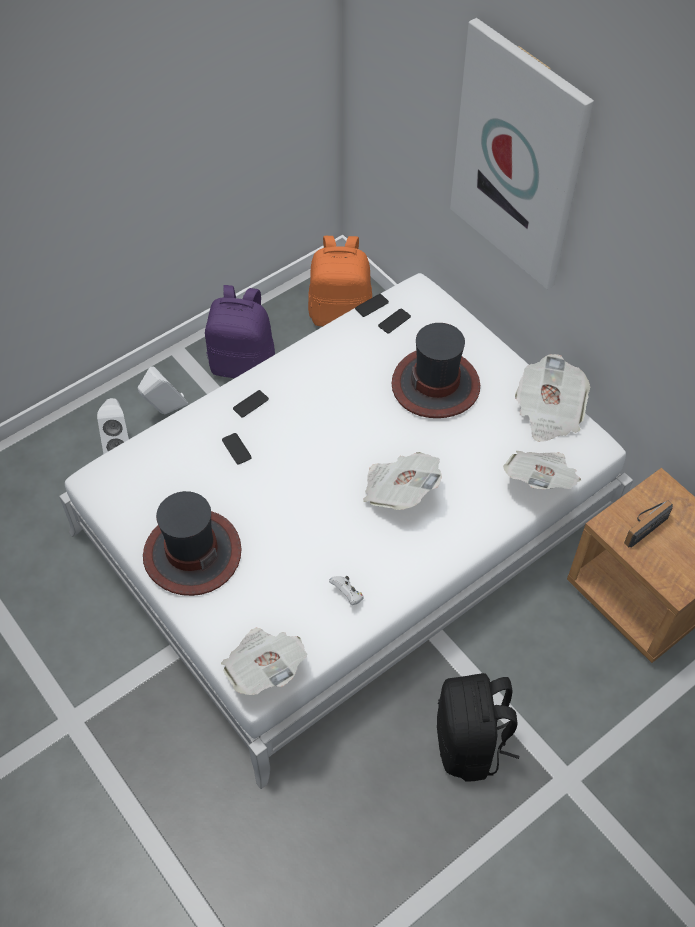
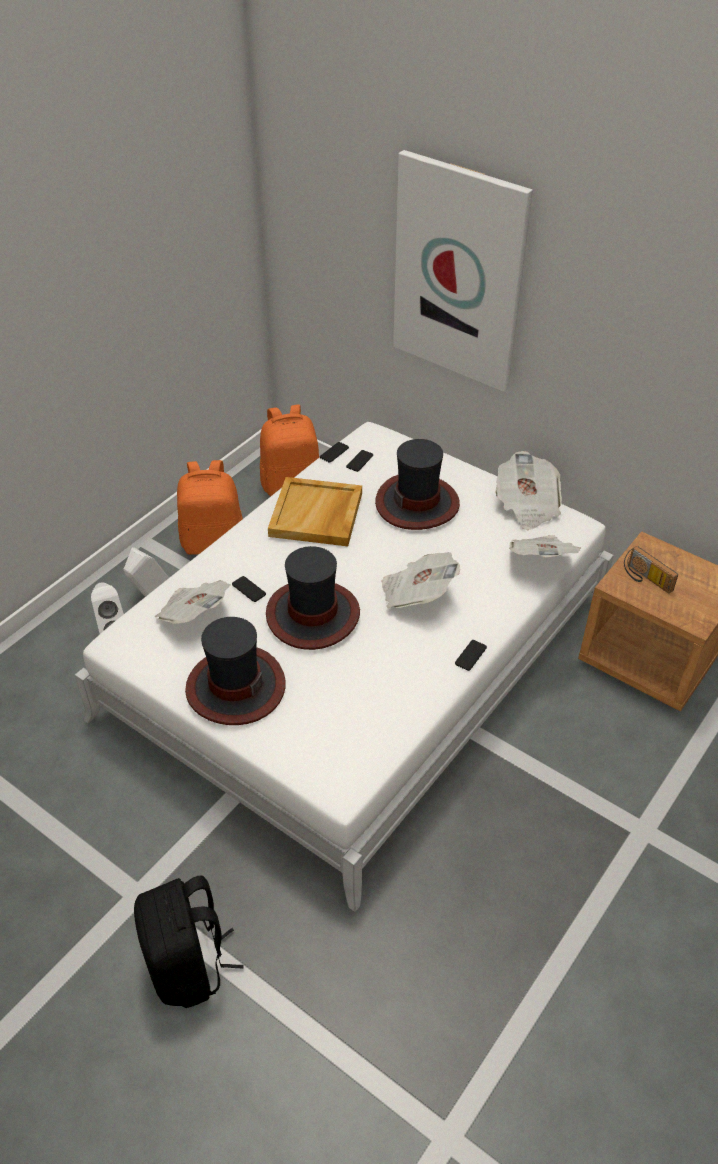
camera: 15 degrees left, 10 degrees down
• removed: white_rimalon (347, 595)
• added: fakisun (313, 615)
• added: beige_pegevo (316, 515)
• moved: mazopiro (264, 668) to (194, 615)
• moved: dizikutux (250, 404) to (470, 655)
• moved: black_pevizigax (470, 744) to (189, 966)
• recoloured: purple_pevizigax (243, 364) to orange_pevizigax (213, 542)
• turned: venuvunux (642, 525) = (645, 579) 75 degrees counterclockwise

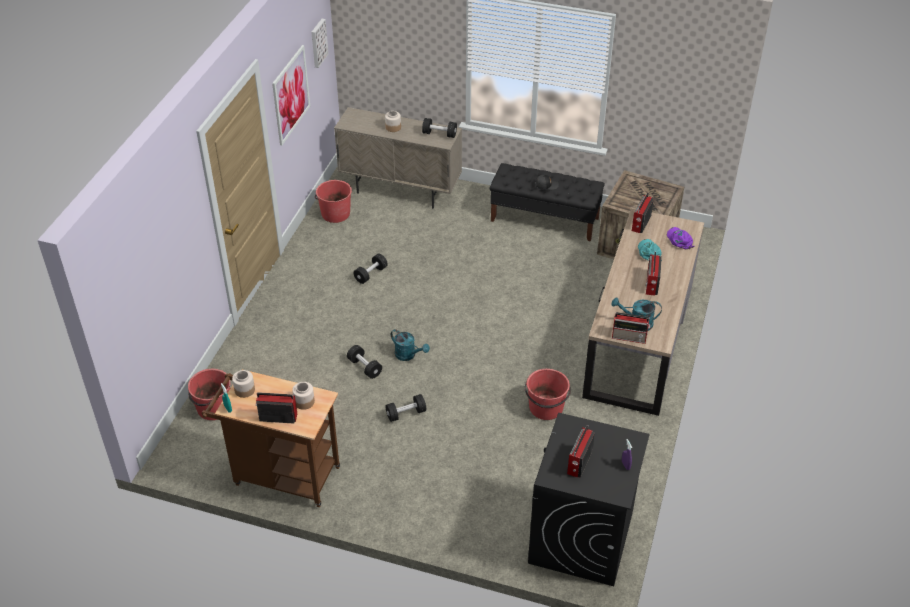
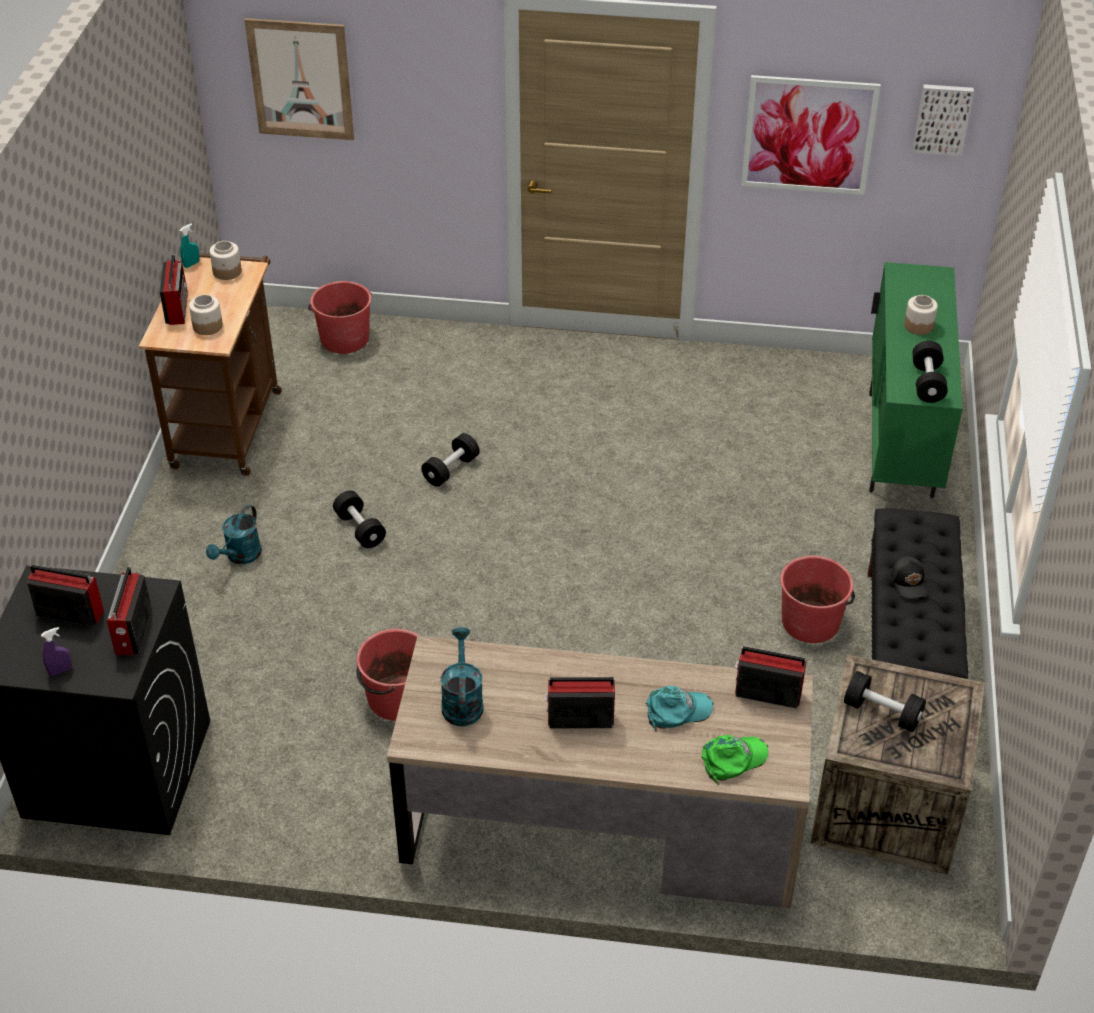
camera: 80 degrees right, 0 degrees up
• added: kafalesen (301, 79)
• moved: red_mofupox (335, 213) to (811, 622)
• moved: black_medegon (371, 274) to (882, 712)
• moved: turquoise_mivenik (408, 355) to (240, 556)
• moved: venuvunux (630, 337) to (132, 632)
• recoloured: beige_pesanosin (400, 191) to green_pesanosin (900, 445)
• recoloured: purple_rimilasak (679, 240) to green_rimilasak (733, 759)

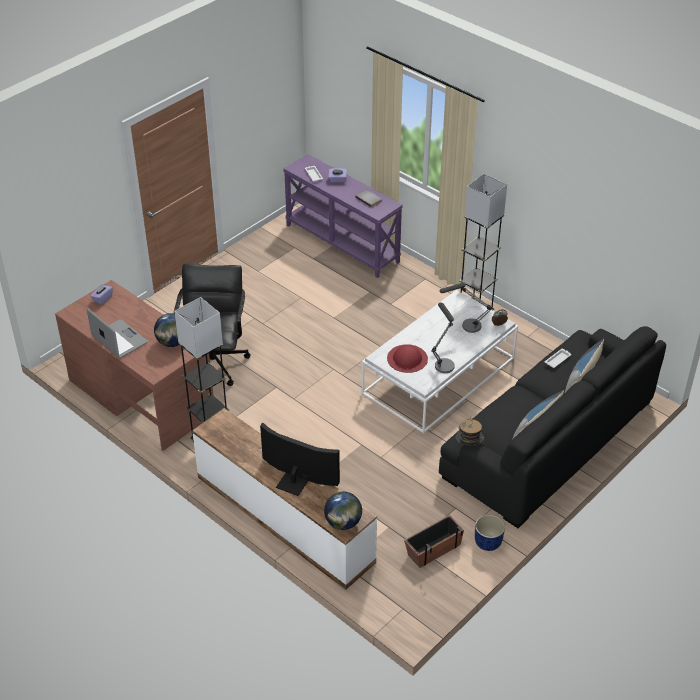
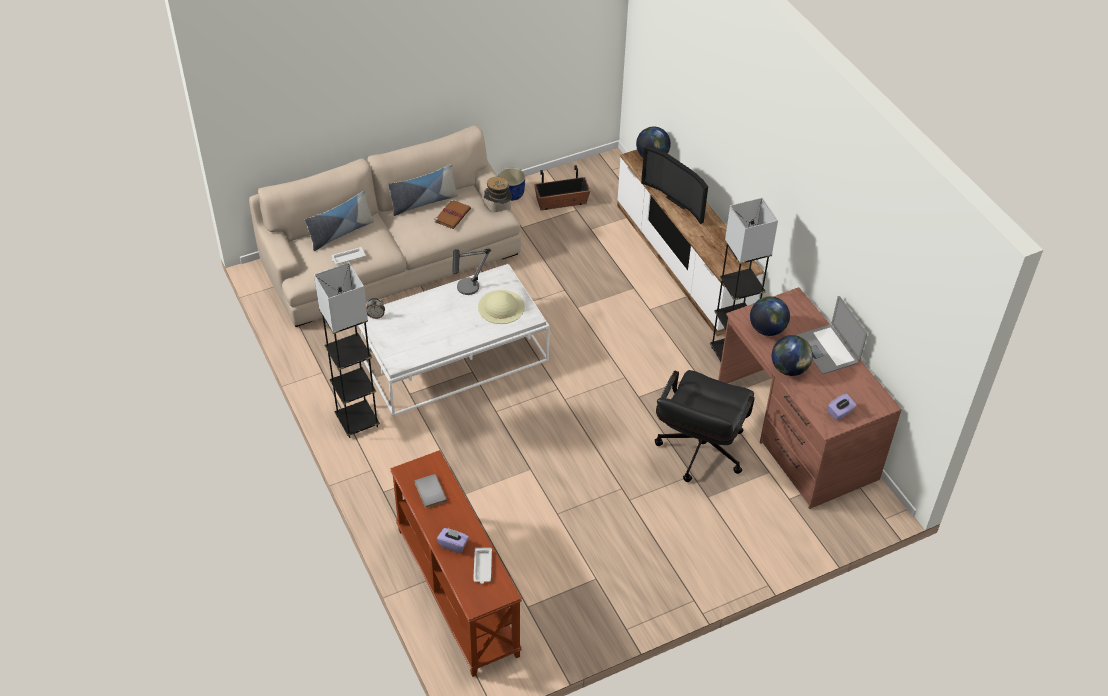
camera: 160 degrees left, 5 degrees up
• removed: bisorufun (465, 327)
• added: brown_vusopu (453, 215)
• added: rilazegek (789, 369)
• recoloured: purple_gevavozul (343, 243) to brown_gevavozul (455, 591)
• recoloured: red_fakisun (407, 358) to beige_fakisun (501, 307)
• recoloured: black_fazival (548, 439) to beige_fazival (392, 259)

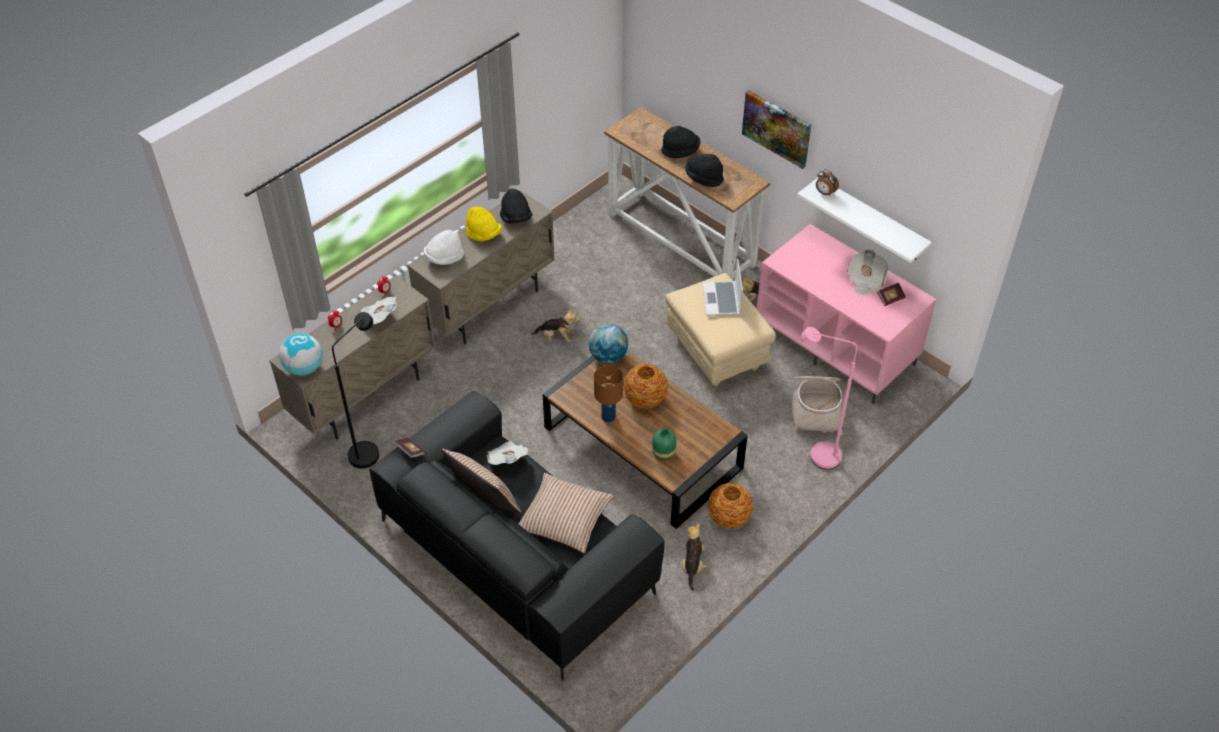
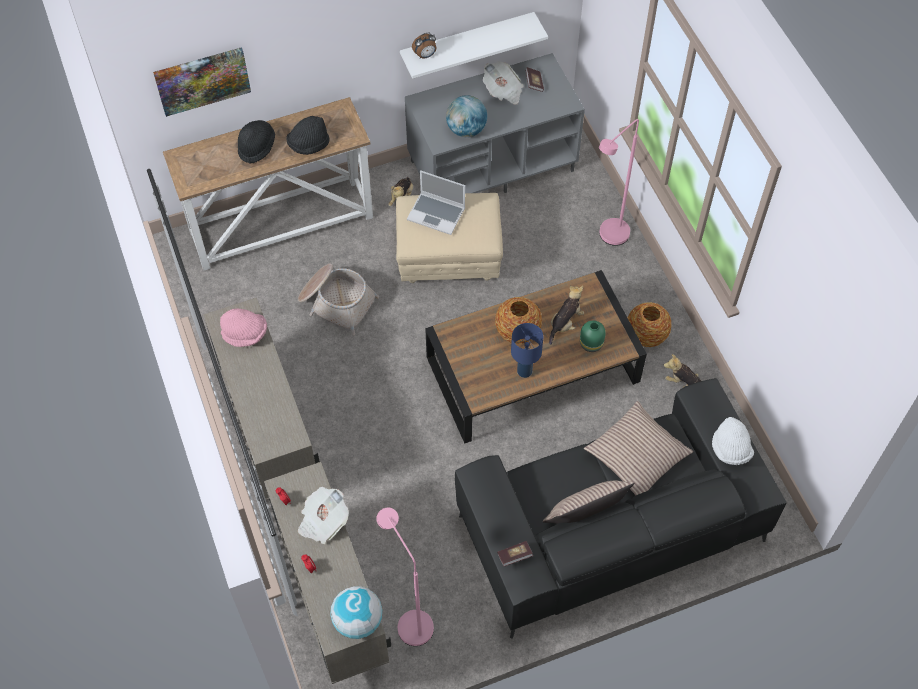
camera: 65 degrees left, 10 degrees up
• removed: yellow_fakisun (483, 234)
• removed: mazopiro (507, 460)
• moved: white_fakisun (444, 258) to (730, 449)
• moved: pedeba (556, 337) to (565, 323)
• moved: rilazegek (608, 356) to (466, 129)
• moved: kafalesen (777, 128) to (202, 80)
• moved: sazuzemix (816, 408) to (336, 302)
• recoloured: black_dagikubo (369, 450) to pink_dagikubo (410, 620)
• recoloured: black_fakisun (516, 218) to pink_fakisun (245, 334)
• recoloured: brown_bisorufun (608, 417) to blue_bisorufun (525, 371)
• recoloured: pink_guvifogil (837, 346) to grey_guvifogil (492, 165)

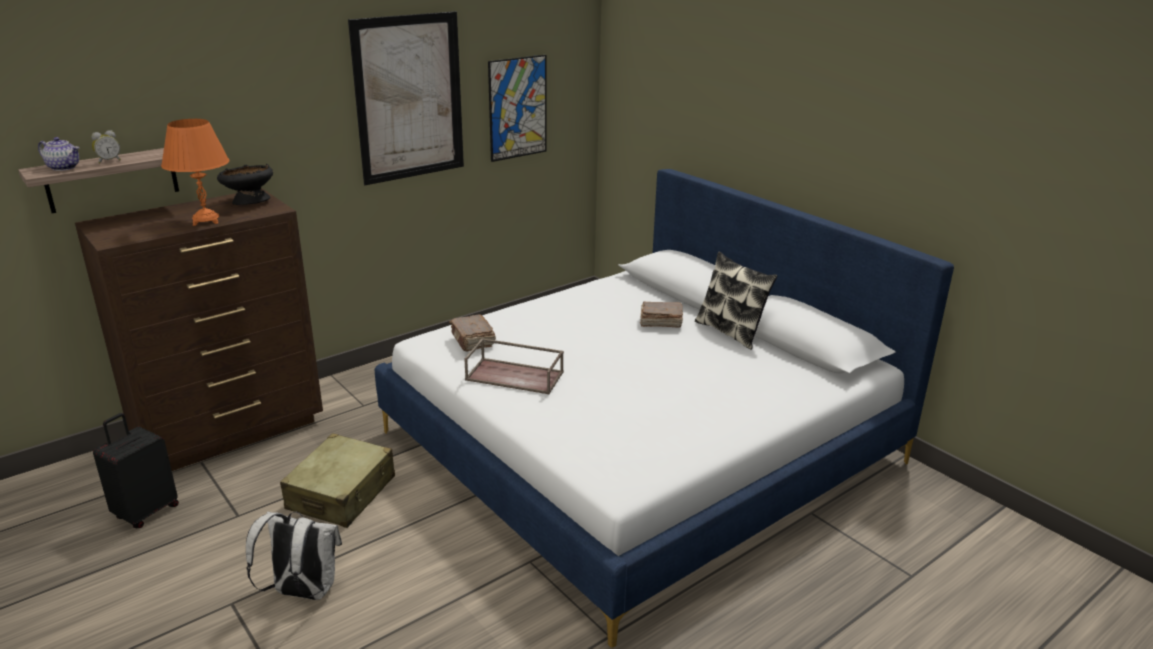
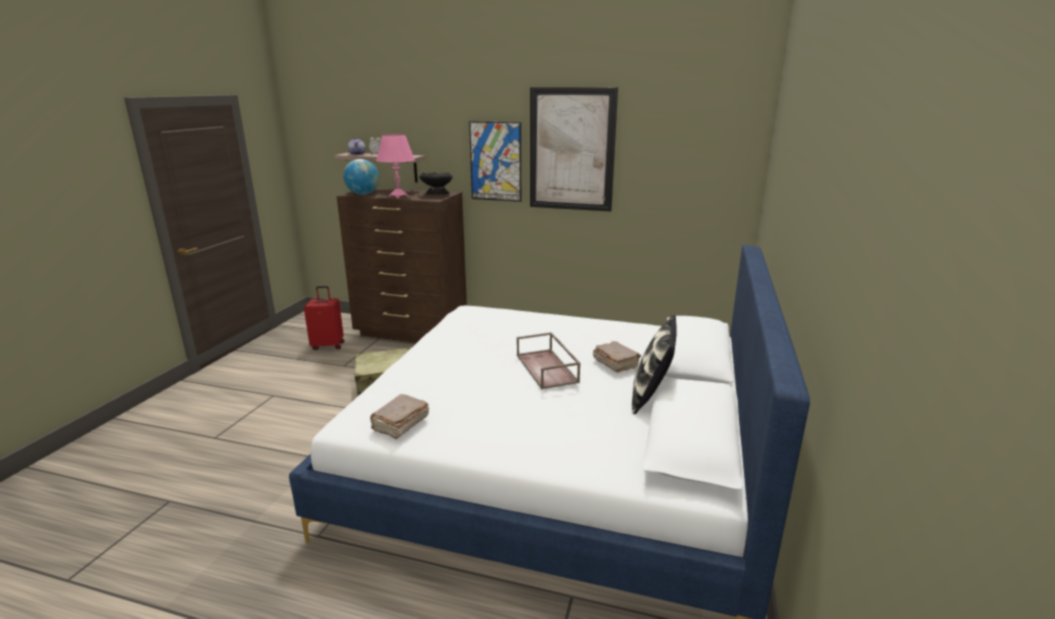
camera: 55 degrees right, 5 degrees down
• removed: white_pevizigax (302, 592)
• added: rilazegek (363, 194)
• moved: brown_vusopu (472, 340) to (400, 424)
• moved: brown_pegevo (516, 376) to (547, 368)
• moved: kafalesen (518, 108) to (495, 161)
• recoloured: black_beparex (146, 512) to red_beparex (328, 345)
• recoloured: orange_bisorufun (206, 221) to pink_bisorufun (398, 196)

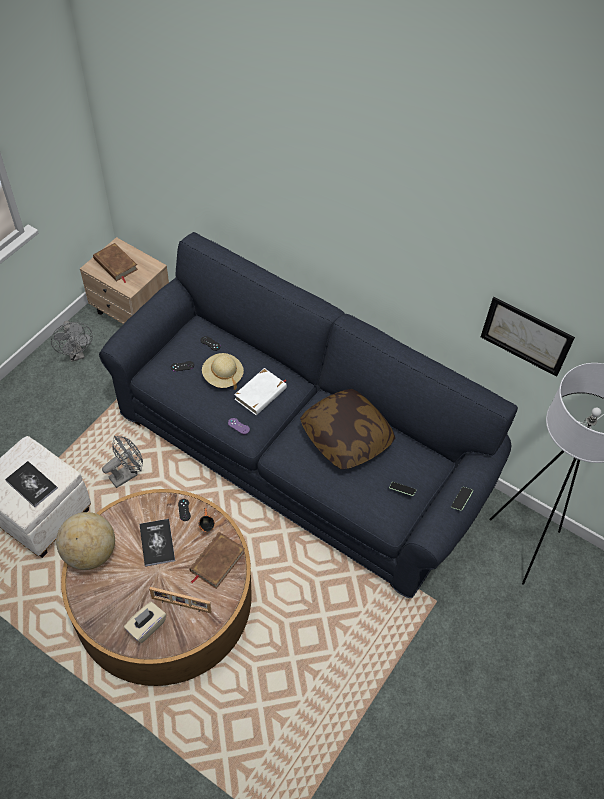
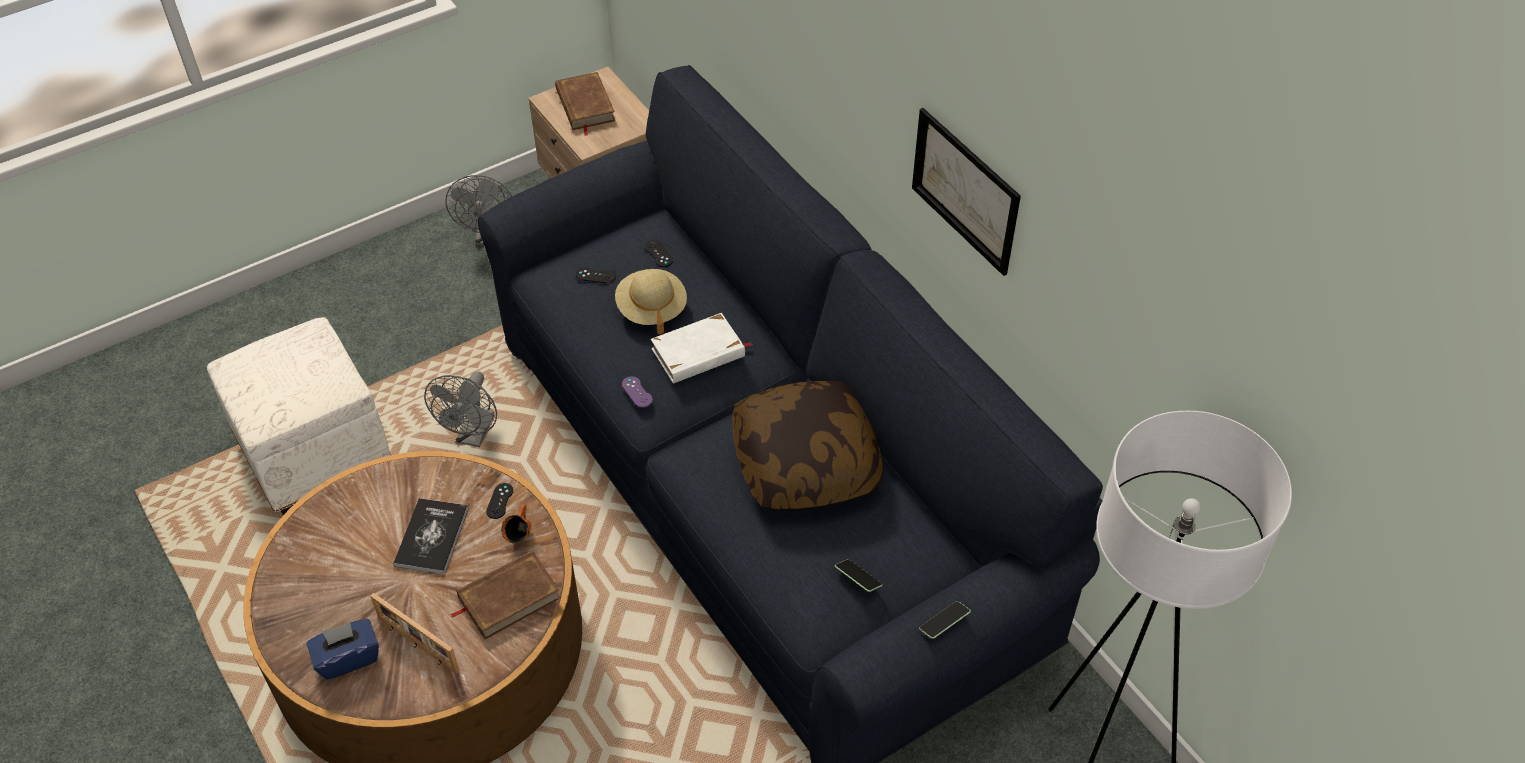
camera: 25 degrees right, 5 degrees down
• removed: vusopu (31, 484)
• removed: rilazegek (90, 553)
• moved: kafalesen (526, 336) to (965, 190)
• recoloured: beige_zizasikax (146, 626) to blue_zizasikax (348, 658)
• turned: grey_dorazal (127, 474) = (473, 436) 120 degrees clockwise

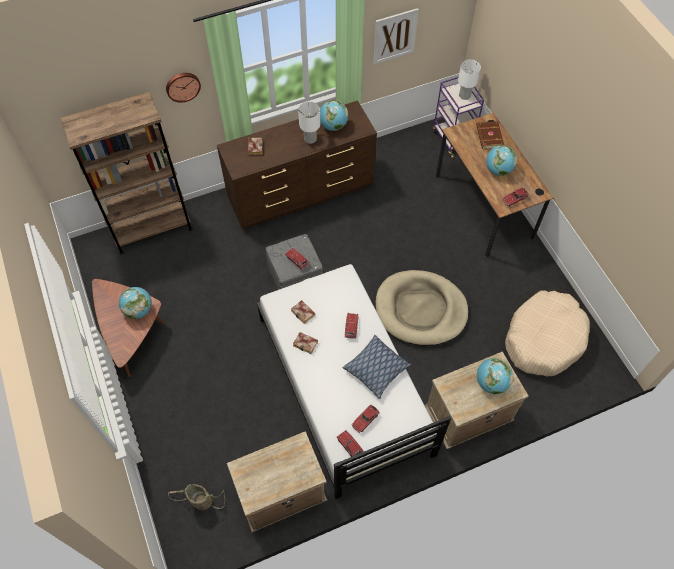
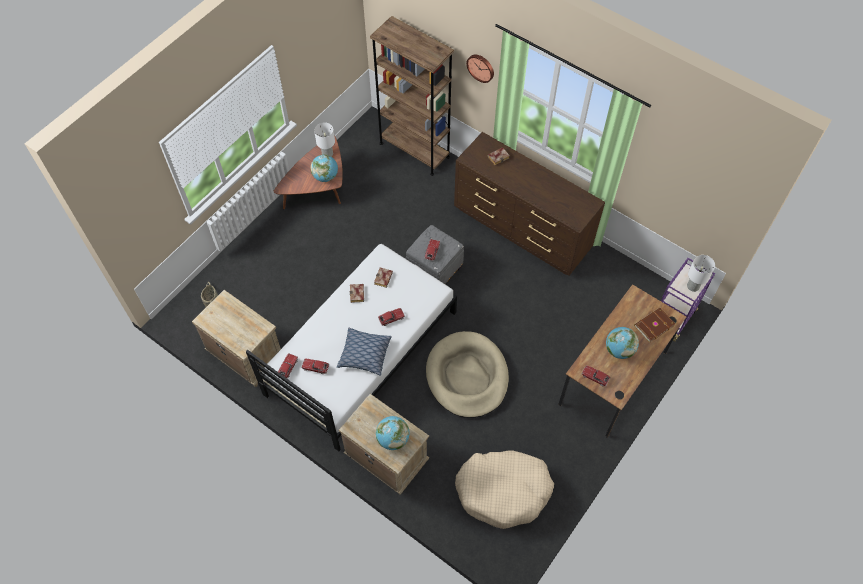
camera: 60 degrees right, 0 degrees up
• removed: rilazegek (333, 126)
• removed: kafalesen (395, 36)
• moved: white_bisorufun (310, 138) to (327, 154)

